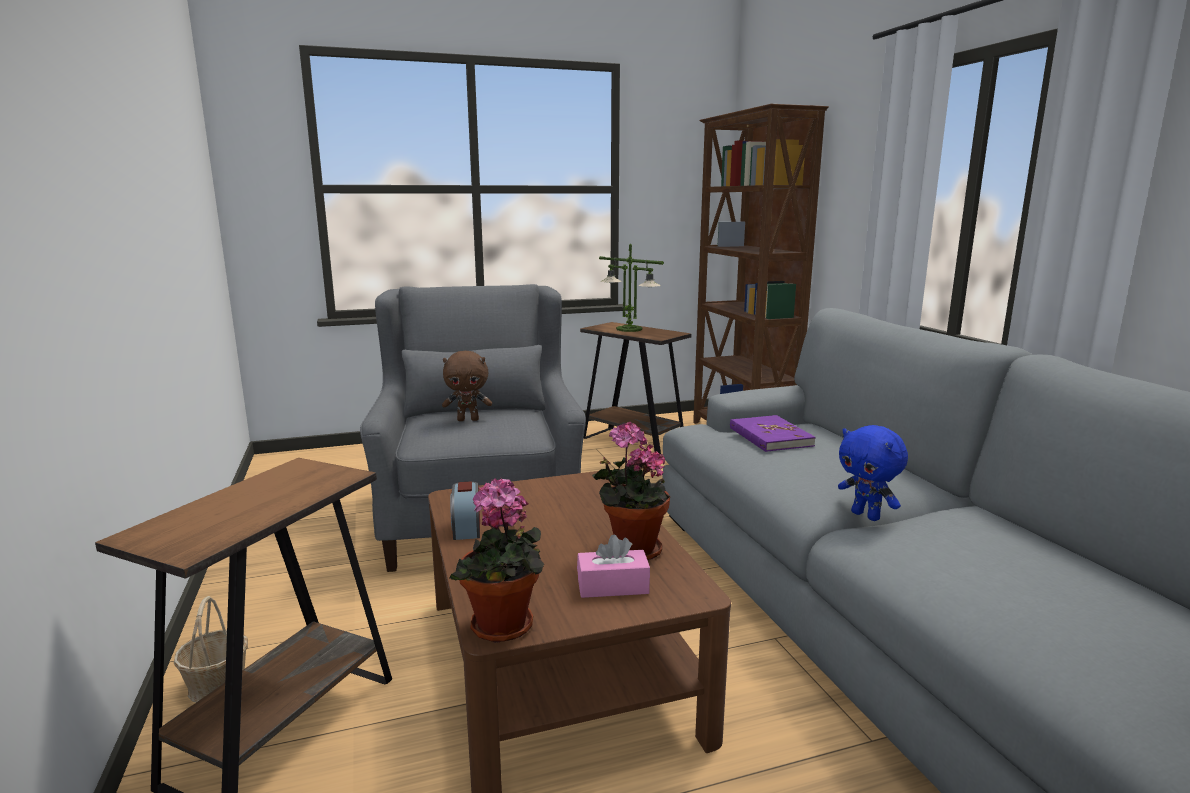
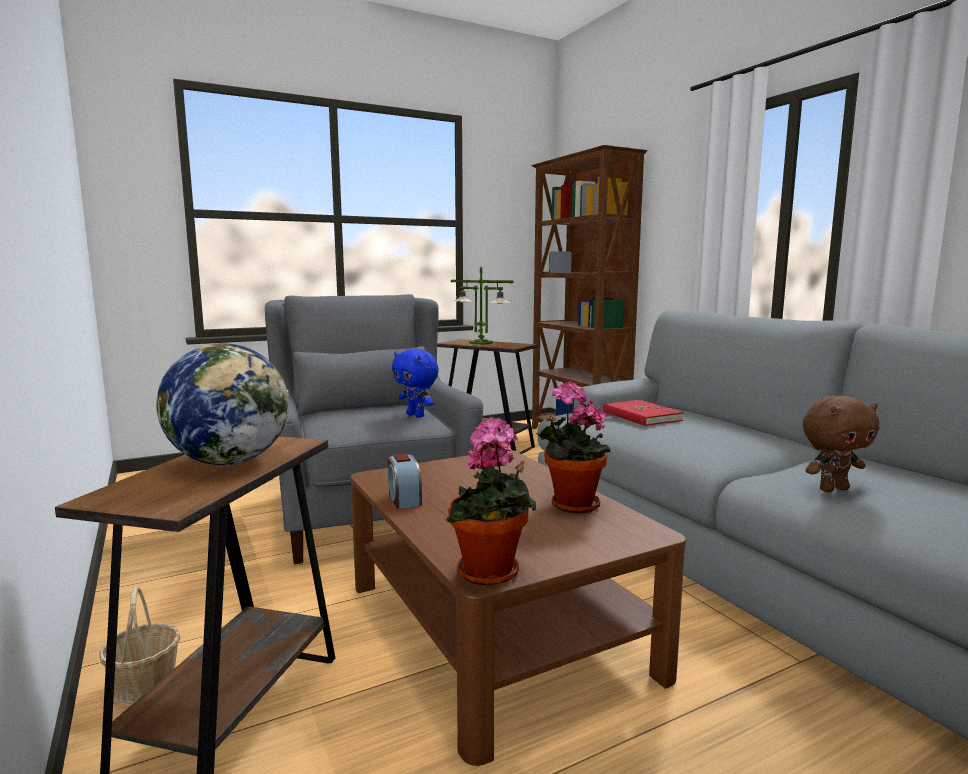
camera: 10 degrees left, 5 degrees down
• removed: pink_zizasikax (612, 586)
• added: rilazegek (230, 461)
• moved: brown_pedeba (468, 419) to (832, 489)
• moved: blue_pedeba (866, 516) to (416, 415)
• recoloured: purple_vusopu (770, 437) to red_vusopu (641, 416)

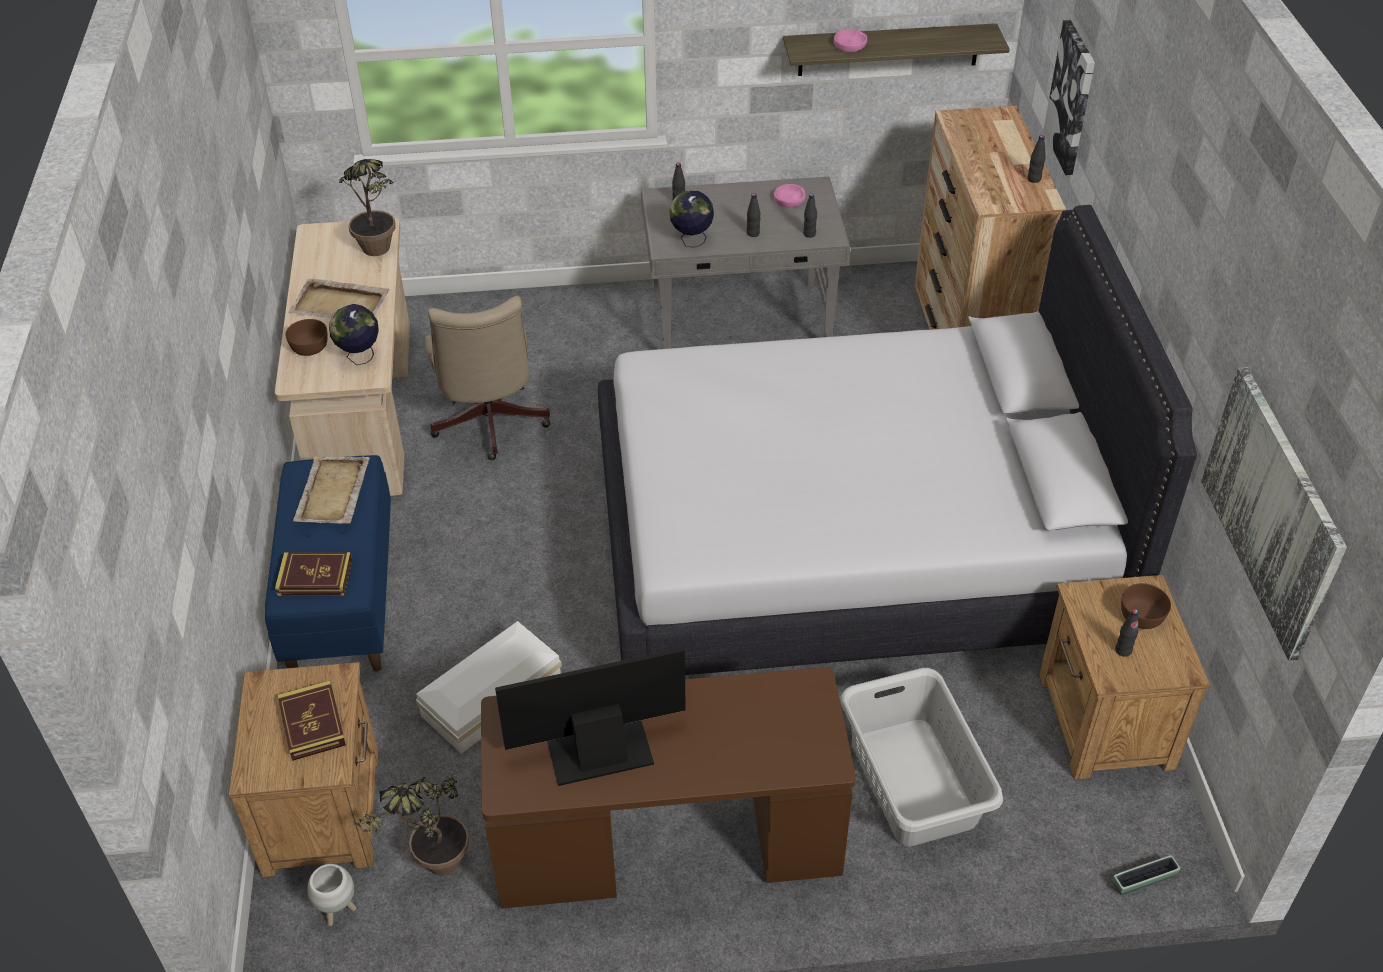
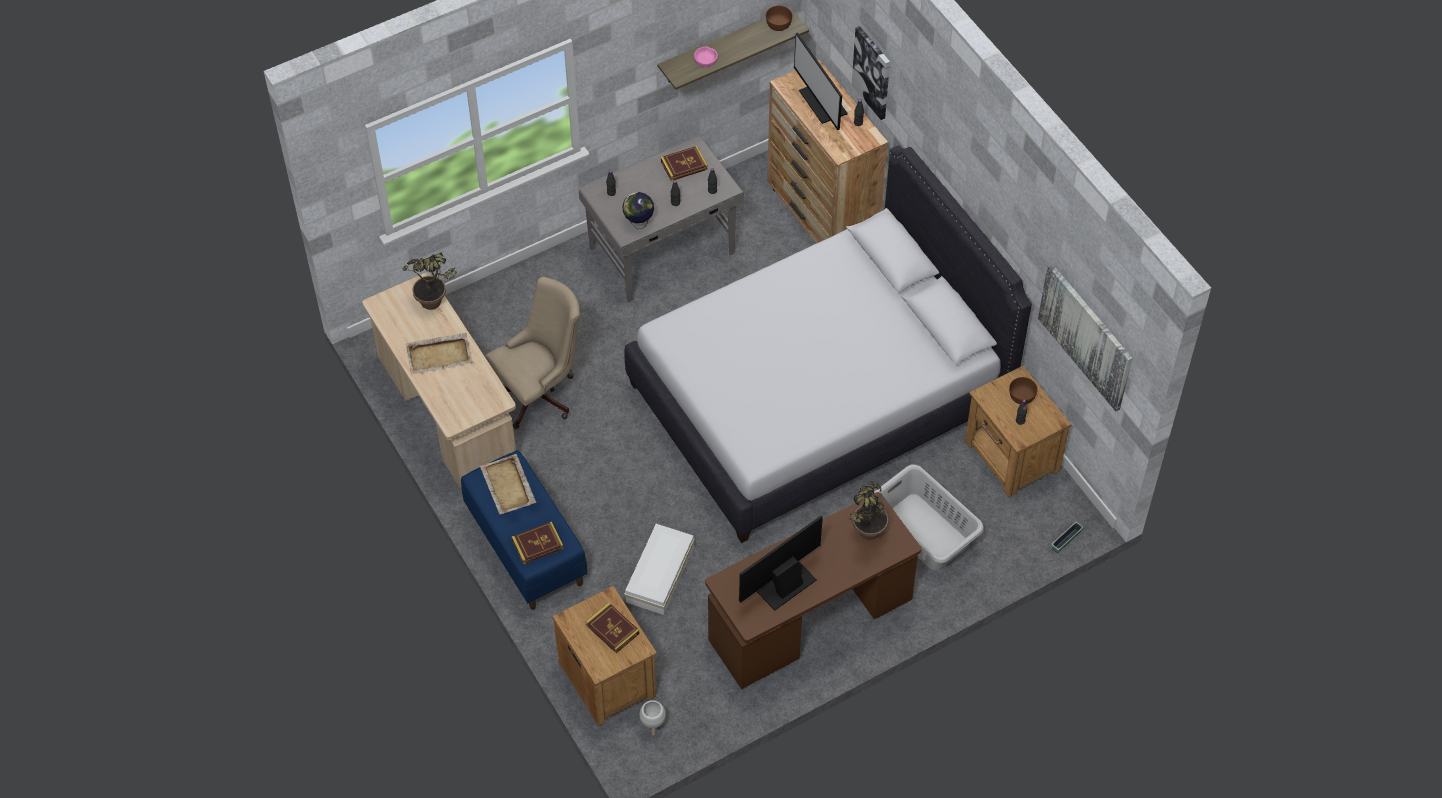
camera: 25 degrees left, 10 degrees up
• removed: rilazegek (359, 357)
• added: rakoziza (822, 102)
• moved: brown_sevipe (310, 347) to (779, 24)
• moved: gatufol (431, 867) to (865, 537)
• replaced: pink_sevipe (789, 200) to vusopu (684, 165)
• turned: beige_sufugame (489, 425) = (540, 393) 90 degrees counterclockwise

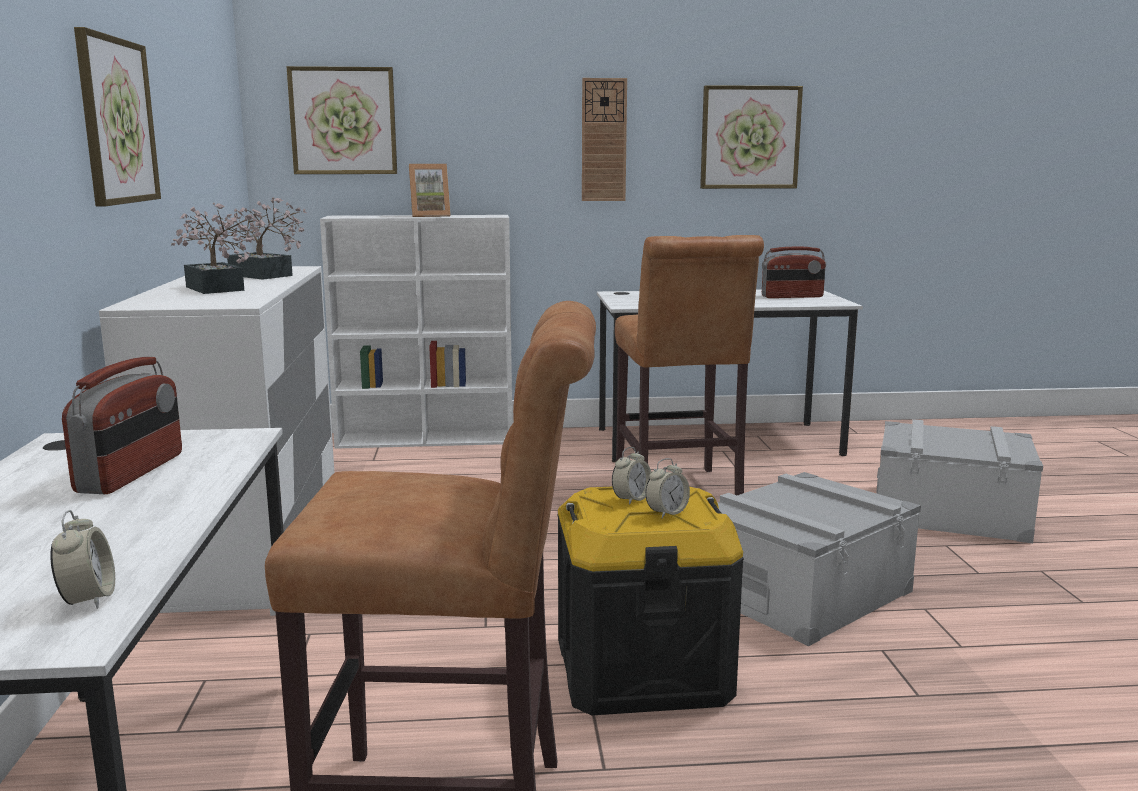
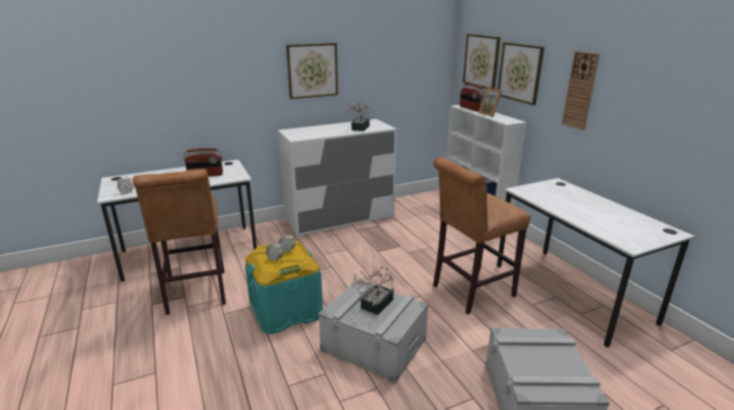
camera: 70 degrees right, 10 degrees up
• moved: gatufol (216, 289) to (374, 305)
• moved: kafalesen (750, 137) to (520, 72)
• moved: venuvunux (792, 297) to (471, 108)
• recoloured: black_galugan (642, 669) to turquoise_galugan (286, 310)

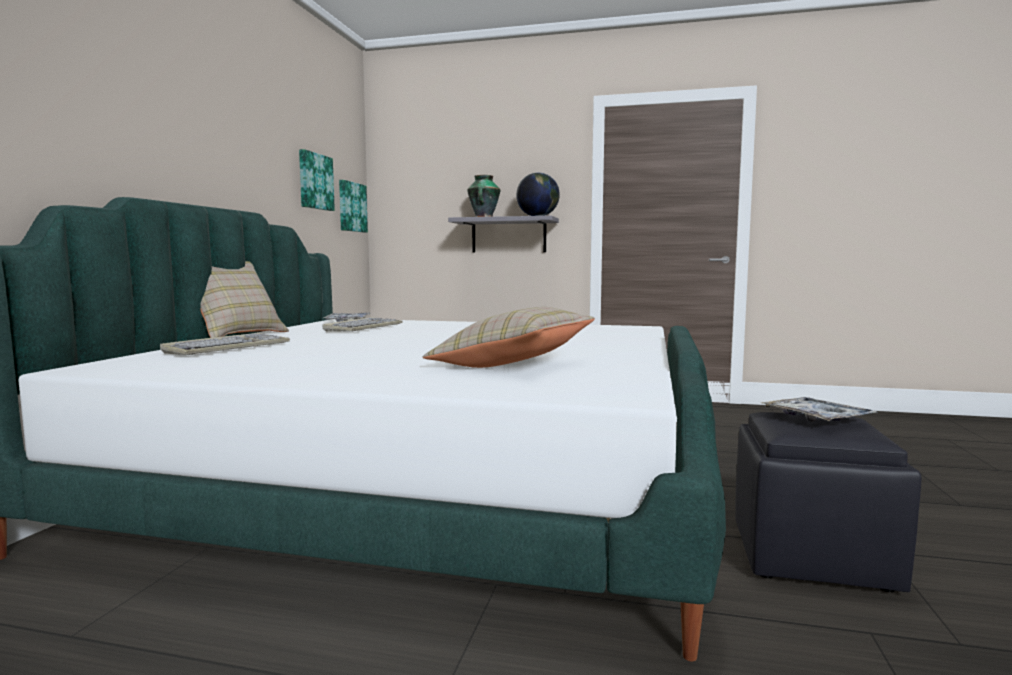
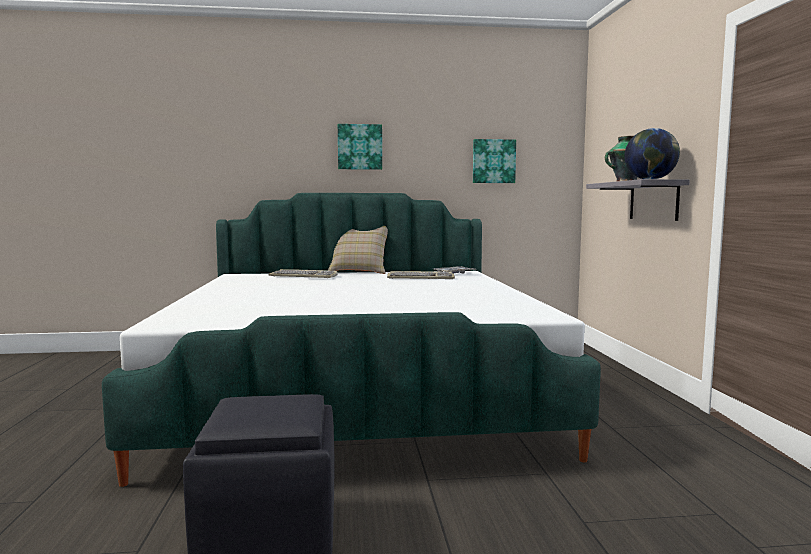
camera: 70 degrees right, 0 degrees up
• removed: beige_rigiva (512, 365)
• removed: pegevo (816, 418)
• moved: kafalesen (351, 207) to (359, 147)

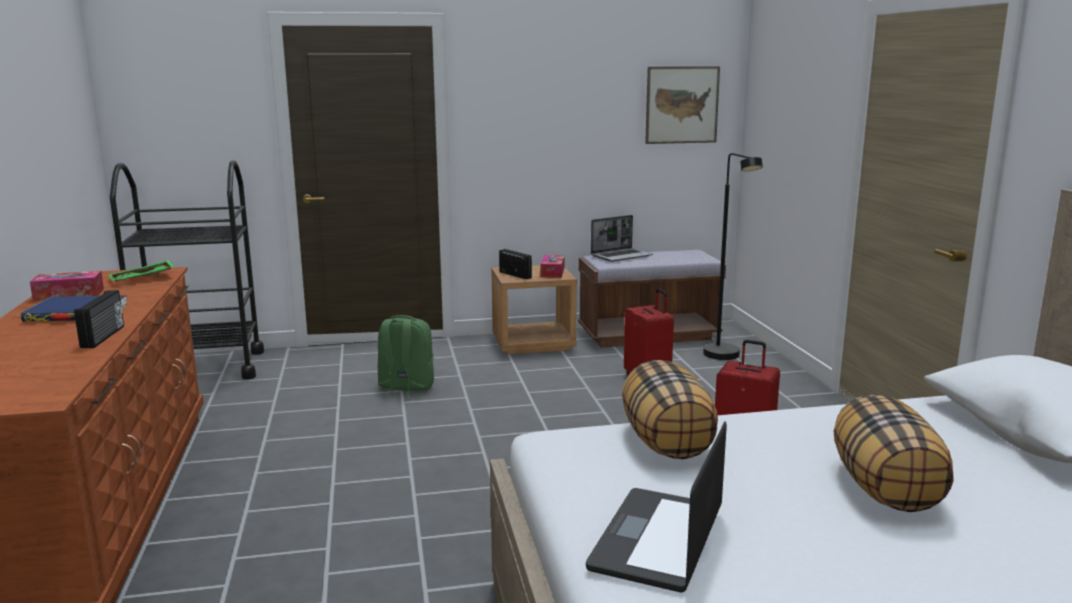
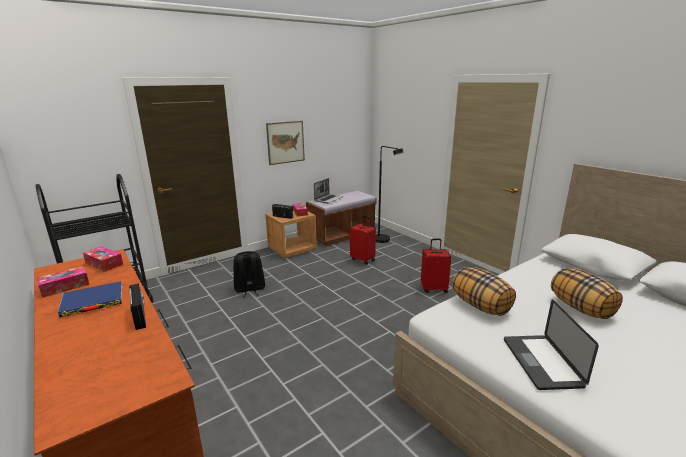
camera: 25 degrees left, 5 degrees up
• moved: kafalesen (682, 105) to (285, 142)
• replaced: green_pegevo (142, 279) to zizasikax (104, 264)
• recoloured: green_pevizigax (405, 388) to black_pevizigax (249, 289)

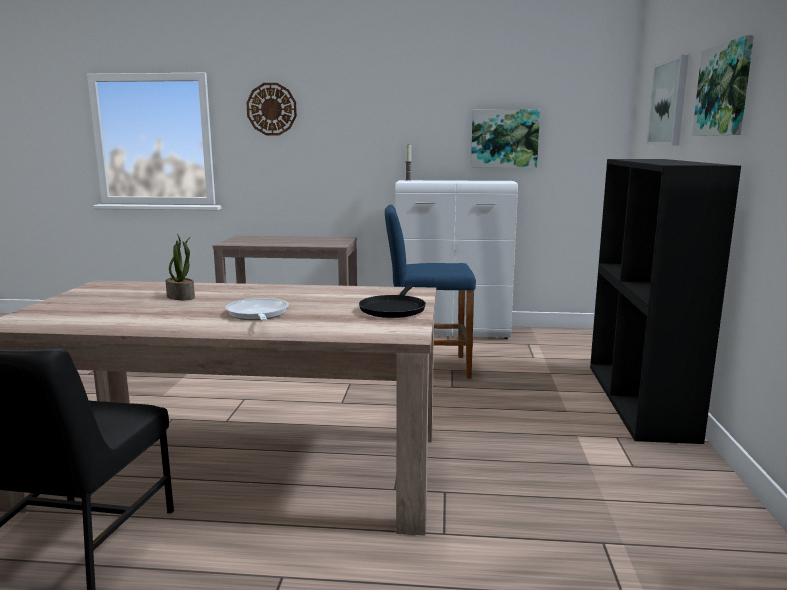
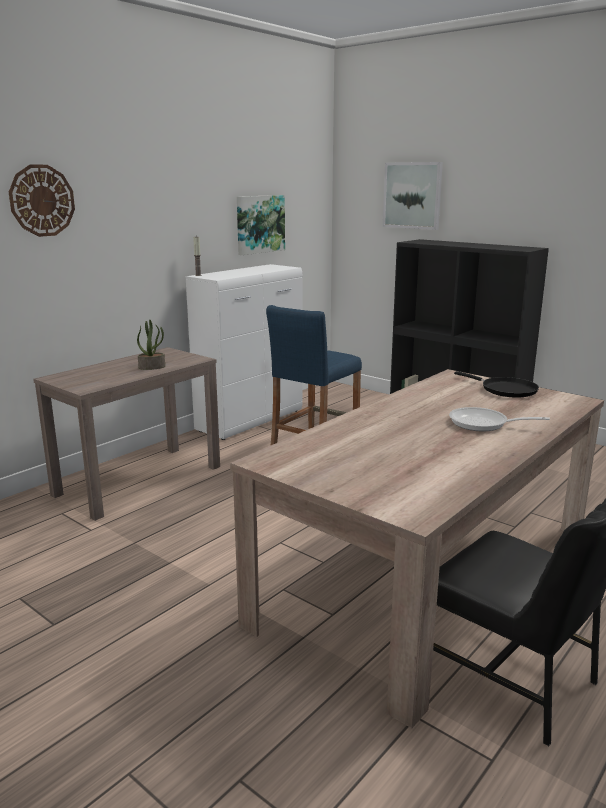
camera: 55 degrees left, 5 degrees up
• removed: kafalesen (724, 90)
• moved: gatufol (181, 297) to (152, 367)

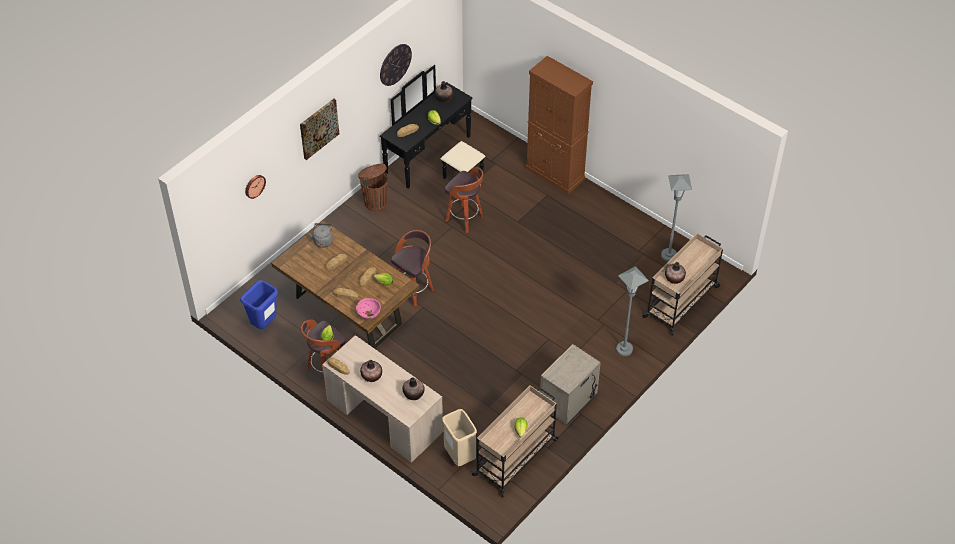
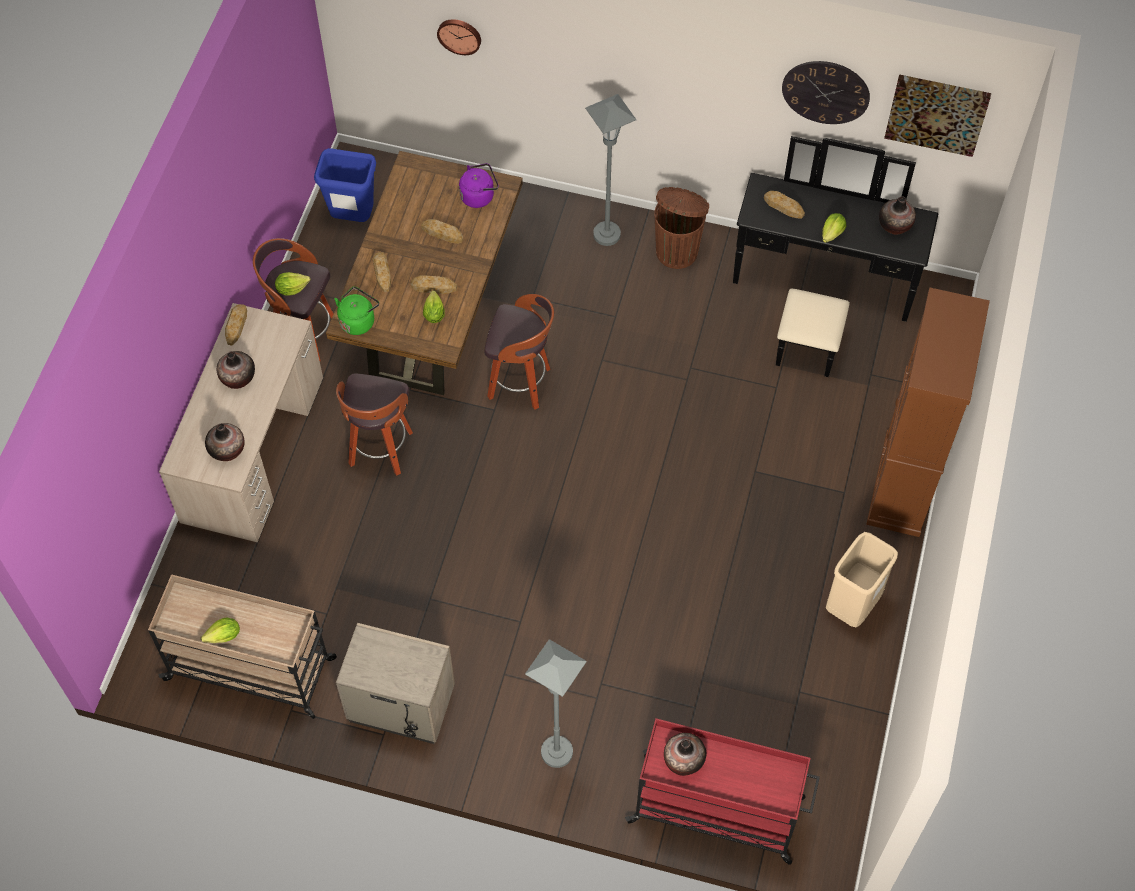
camera: 65 degrees right, 10 degrees up
• moved: kafalesen (318, 128) to (937, 113)
• moved: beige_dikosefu (459, 455) to (852, 604)
• moved: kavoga (465, 219) to (380, 450)
• moved: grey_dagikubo (669, 255) to (606, 234)
• replaced: pink_sevipe (369, 314) to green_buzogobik (358, 320)
• recoloured: grey_buzogobik (323, 240) to purple_buzogobik (479, 196)
• recoloured: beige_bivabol (682, 301) to red_bivabol (718, 811)

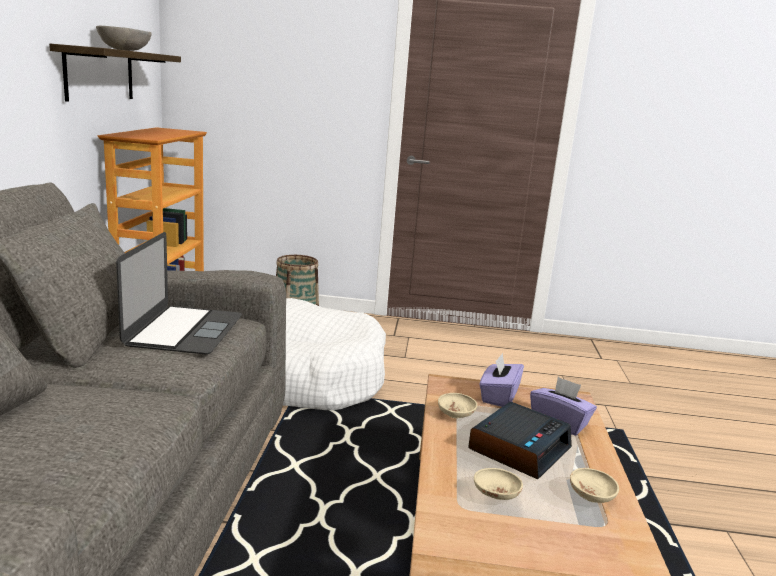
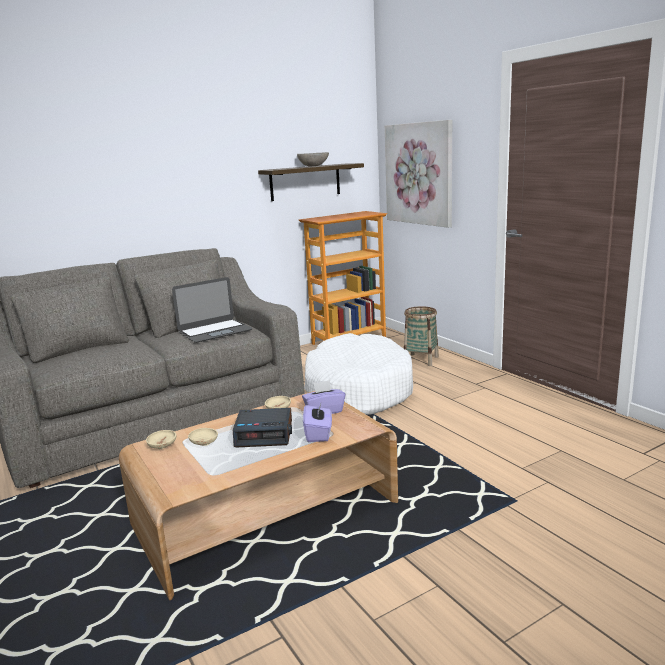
camera: 55 degrees right, 0 degrees up
• added: kafalesen (418, 174)
• moved: beige_sevipe (591, 496) to (162, 446)

